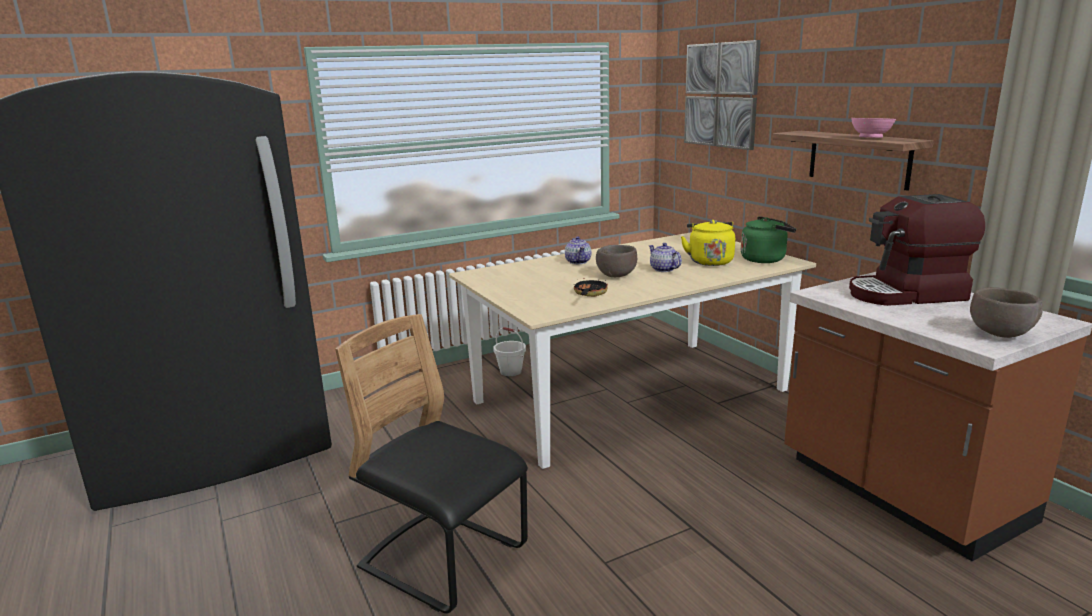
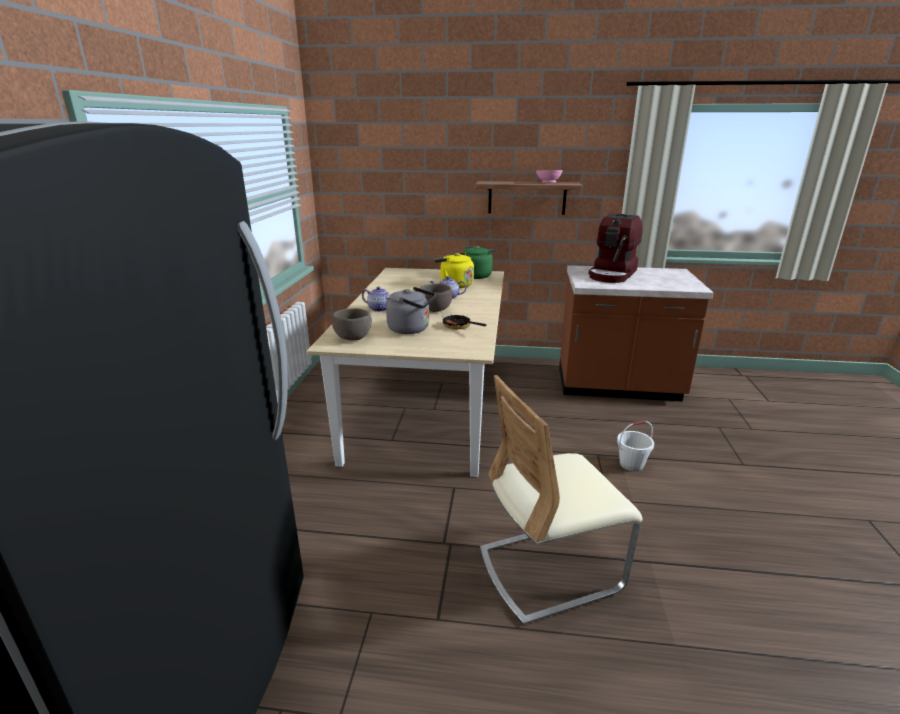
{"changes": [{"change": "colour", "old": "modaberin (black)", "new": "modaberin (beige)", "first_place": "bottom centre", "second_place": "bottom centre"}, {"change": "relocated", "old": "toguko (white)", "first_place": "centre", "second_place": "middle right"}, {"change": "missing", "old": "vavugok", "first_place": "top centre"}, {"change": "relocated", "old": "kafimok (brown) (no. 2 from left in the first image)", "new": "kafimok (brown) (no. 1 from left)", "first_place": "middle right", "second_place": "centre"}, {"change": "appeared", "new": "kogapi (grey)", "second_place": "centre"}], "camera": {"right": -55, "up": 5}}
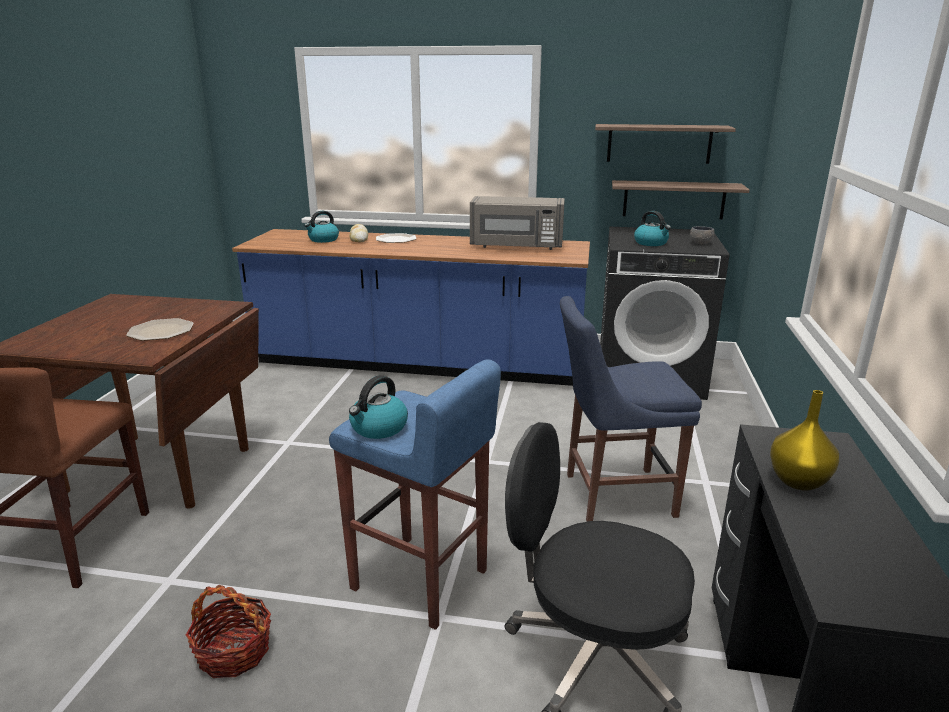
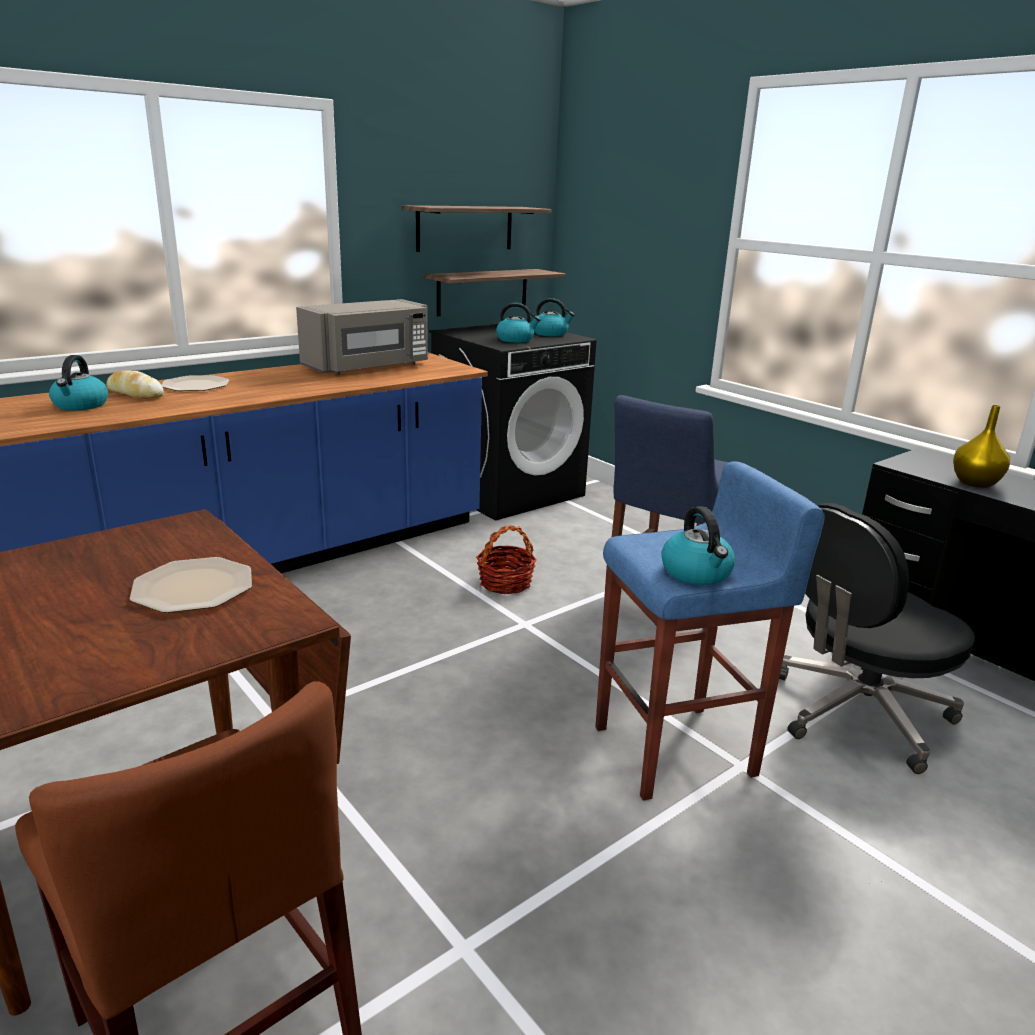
{"changes": [{"change": "relocated", "old": "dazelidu", "first_place": "bottom left", "second_place": "centre"}, {"change": "exchanged", "old": "kafimok (grey)", "new": "kogapi (no. 3 from left)", "first_place": "top right", "second_place": "top centre"}], "camera": {"right": -50, "up": 0}}
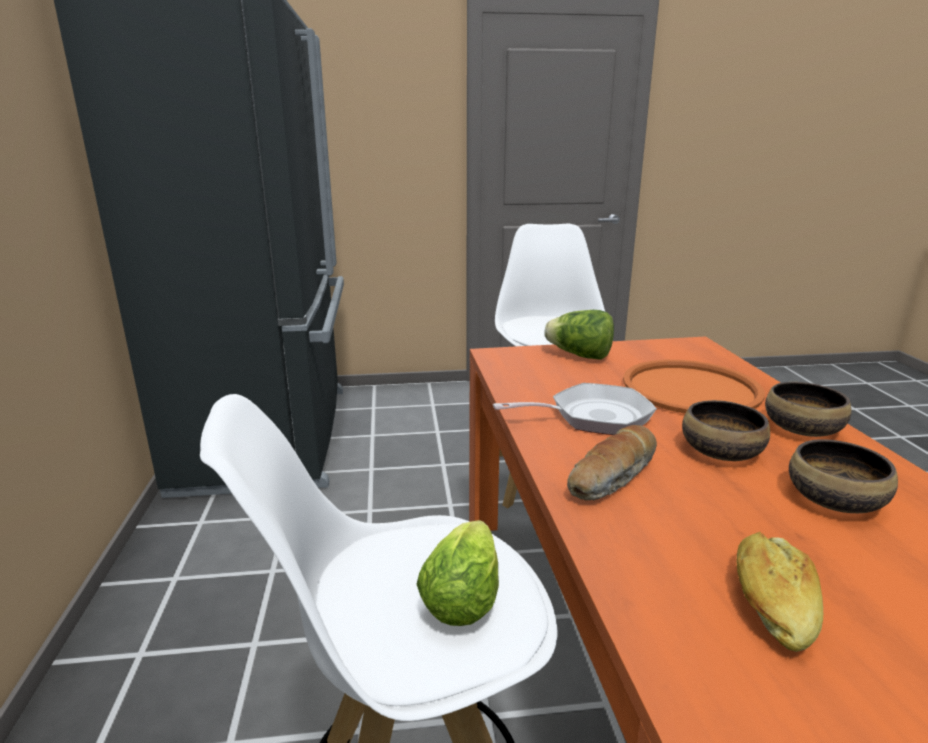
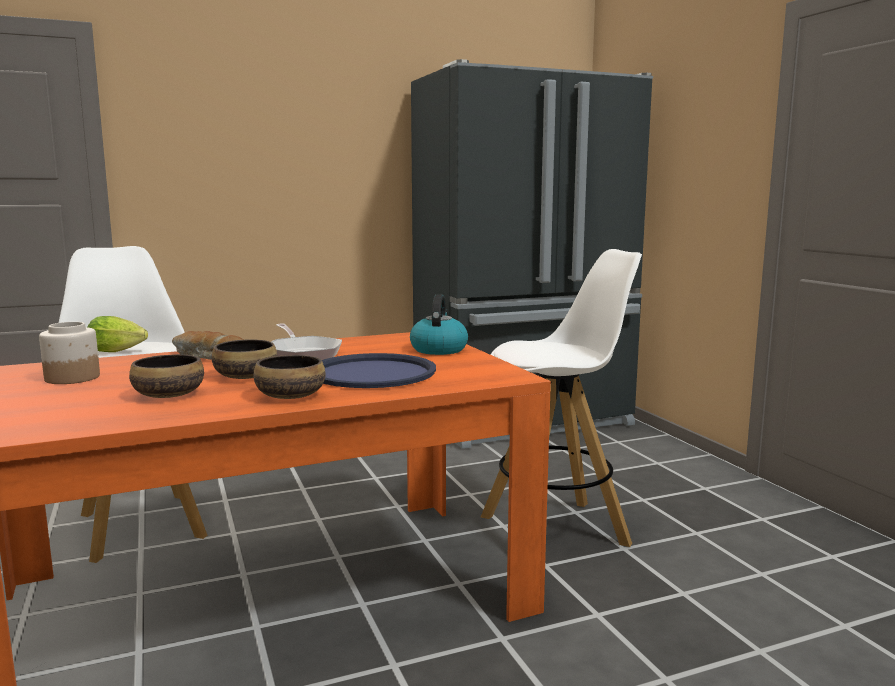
{"changes": [{"change": "exchanged", "old": "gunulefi (no. 2 from left)", "new": "kogapi", "first_place": "centre", "second_place": "centre"}, {"change": "colour", "old": "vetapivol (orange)", "new": "vetapivol (blue)", "first_place": "middle right", "second_place": "centre"}, {"change": "exchanged", "old": "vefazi (no. 2 from left)", "new": "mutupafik", "first_place": "bottom right", "second_place": "middle left"}], "camera": {"right": 75, "up": -10}}
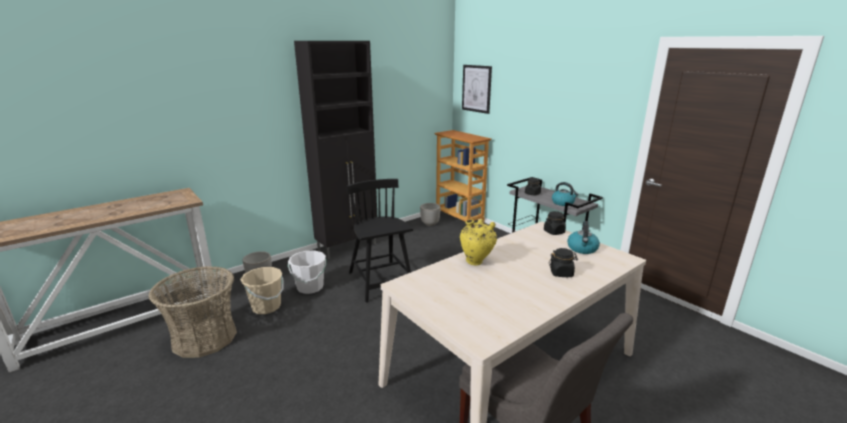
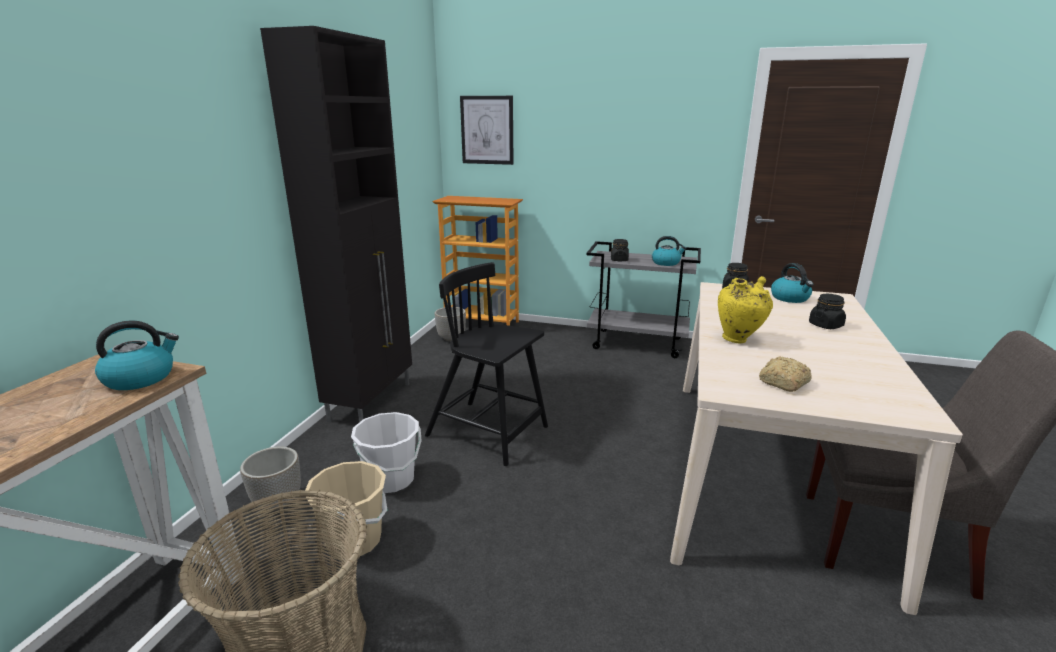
{"changes": [{"change": "appeared", "new": "kogapi (no. 1 from left)", "second_place": "middle left"}, {"change": "appeared", "new": "vefazi", "second_place": "middle right"}], "camera": {"right": -35, "up": 0}}
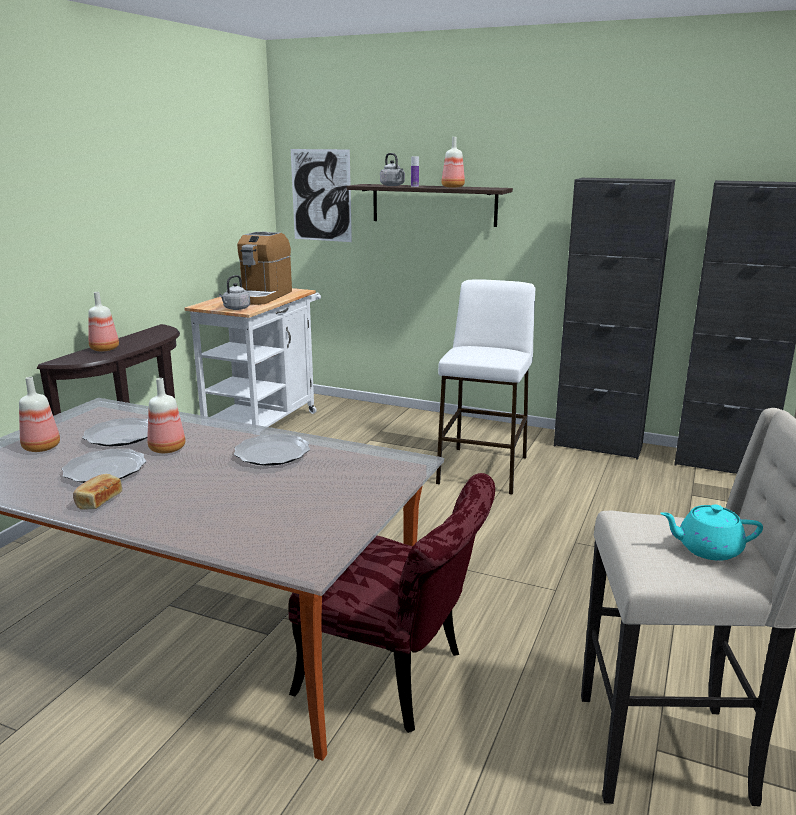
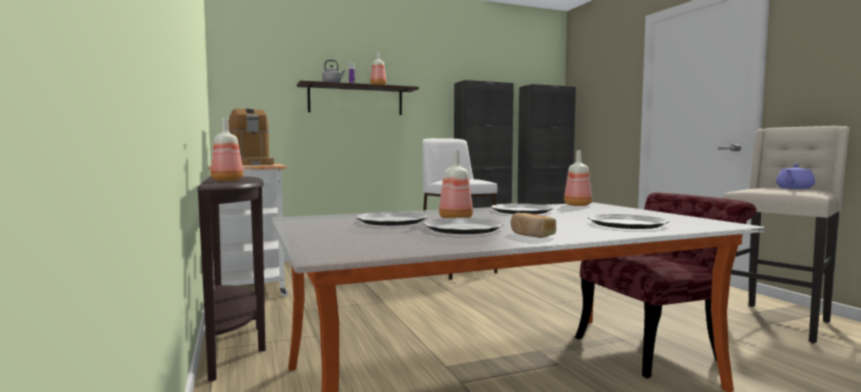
{"changes": [{"change": "relocated", "old": "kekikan (no. 1 from left in the first image)", "new": "kekikan (no. 5 from left)", "first_place": "middle left", "second_place": "middle right"}, {"change": "missing", "old": "kogapi (grey) (no. 1 from left)", "first_place": "middle left"}, {"change": "missing", "old": "vavugok", "first_place": "top centre"}, {"change": "colour", "old": "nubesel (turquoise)", "new": "nubesel (purple)", "first_place": "middle right", "second_place": "middle right"}, {"change": "appeared", "new": "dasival (no. 4 from left)", "second_place": "middle right"}], "camera": {"right": -45, "up": -15}}
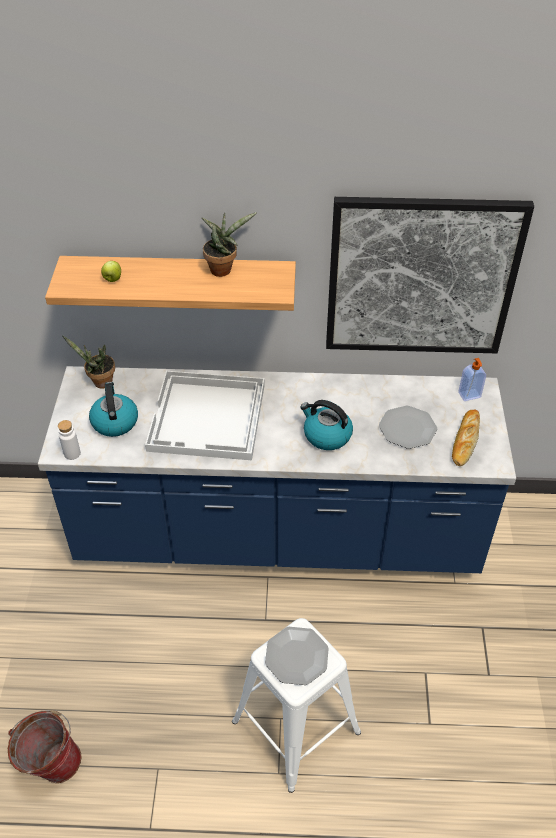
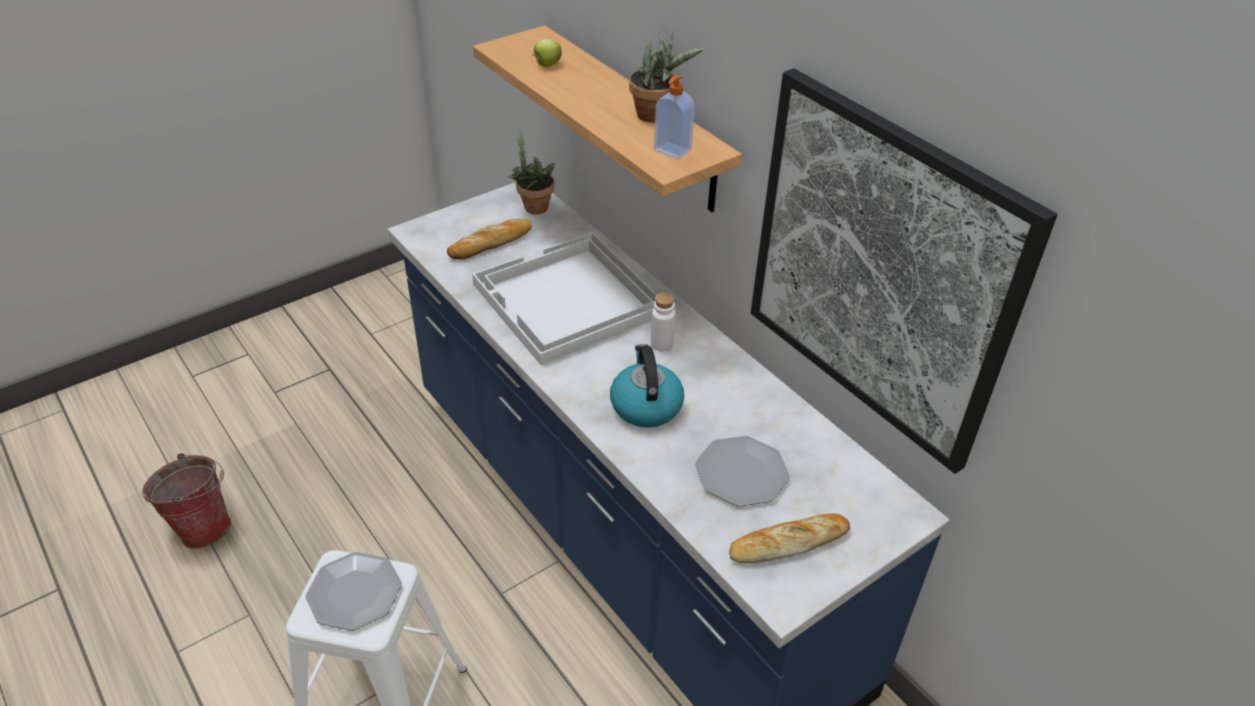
{"changes": [{"change": "relocated", "old": "kekikan (white)", "first_place": "middle left", "second_place": "centre"}, {"change": "exchanged", "old": "kogapi (no. 1 from left)", "new": "vefazi (no. 1 from left)", "first_place": "middle left", "second_place": "centre"}, {"change": "relocated", "old": "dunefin", "first_place": "middle right", "second_place": "top centre"}], "camera": {"right": 50, "up": -5}}
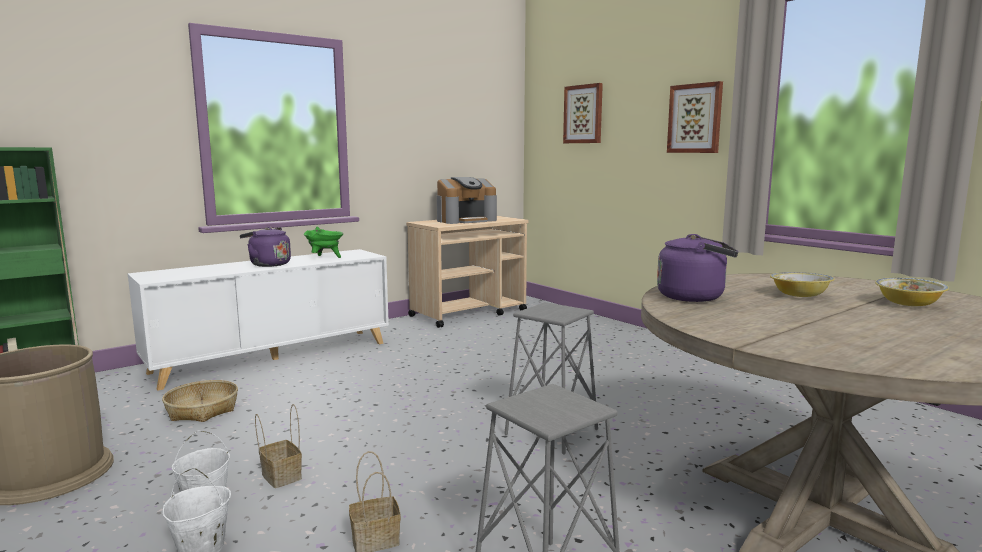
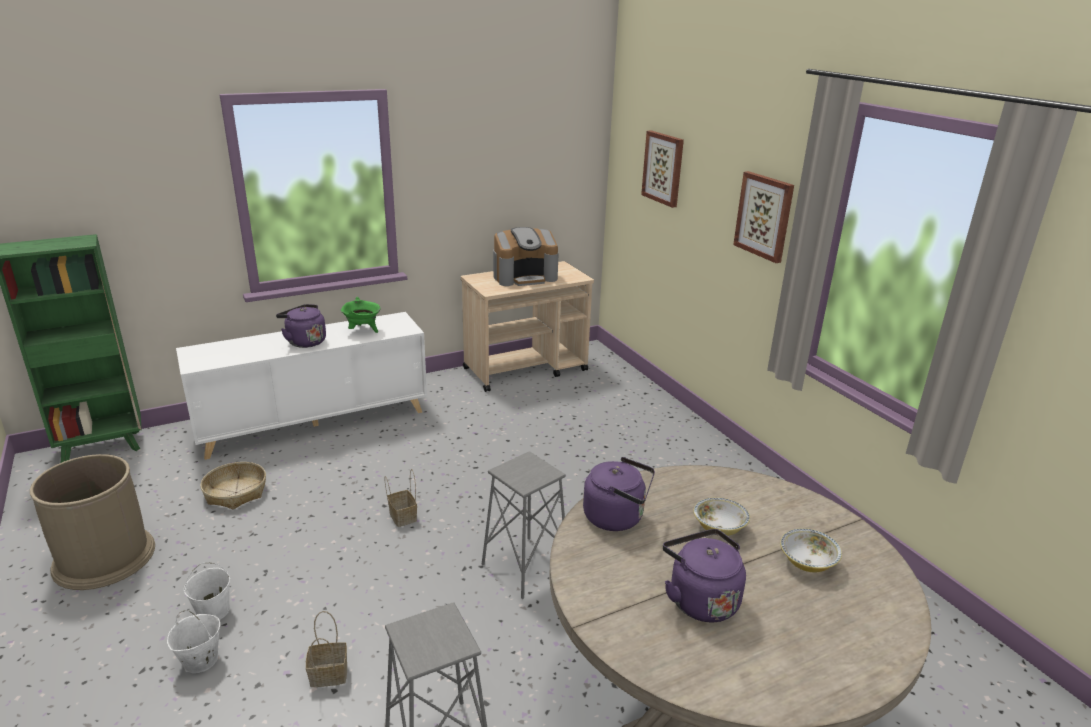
{"changes": [{"change": "relocated", "old": "dazelidu (no. 2 from left in the first image)", "new": "dazelidu (no. 3 from left)", "first_place": "bottom left", "second_place": "bottom centre"}, {"change": "appeared", "new": "kogapi (purple) (no. 3 from left)", "second_place": "bottom centre"}], "camera": {"right": 10, "up": 15}}
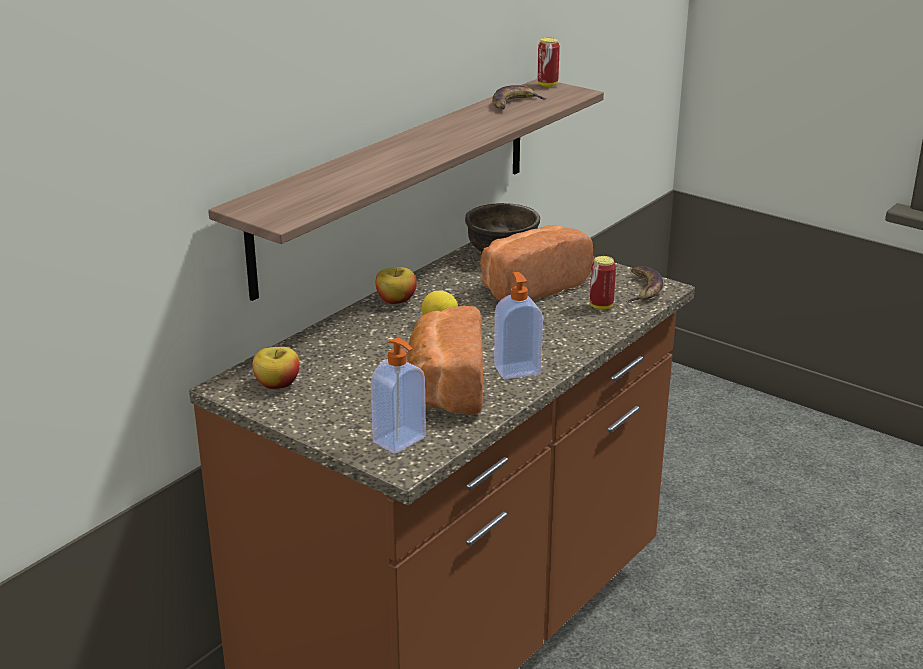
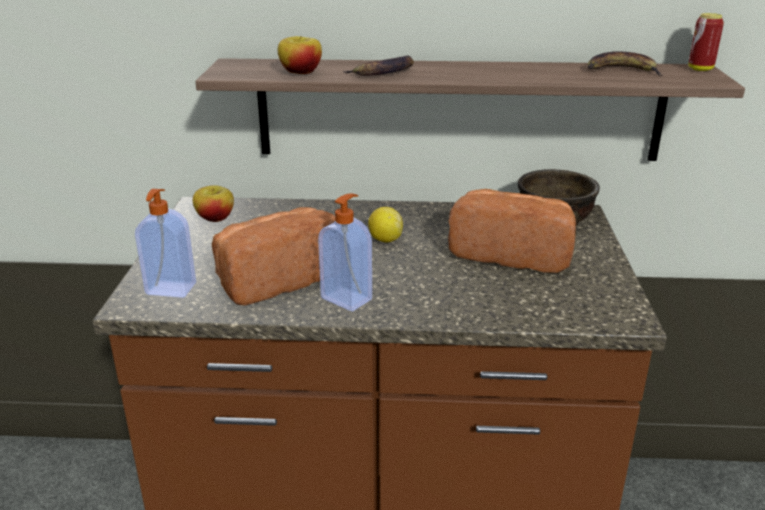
{"changes": [{"change": "relocated", "old": "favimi (no. 2 from left)", "first_place": "centre", "second_place": "top centre"}, {"change": "missing", "old": "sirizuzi (no. 2 from left)", "first_place": "centre"}, {"change": "relocated", "old": "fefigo (no. 2 from left in the first image)", "new": "fefigo (no. 1 from left)", "first_place": "middle right", "second_place": "top centre"}], "camera": {"right": 55, "up": 0}}
